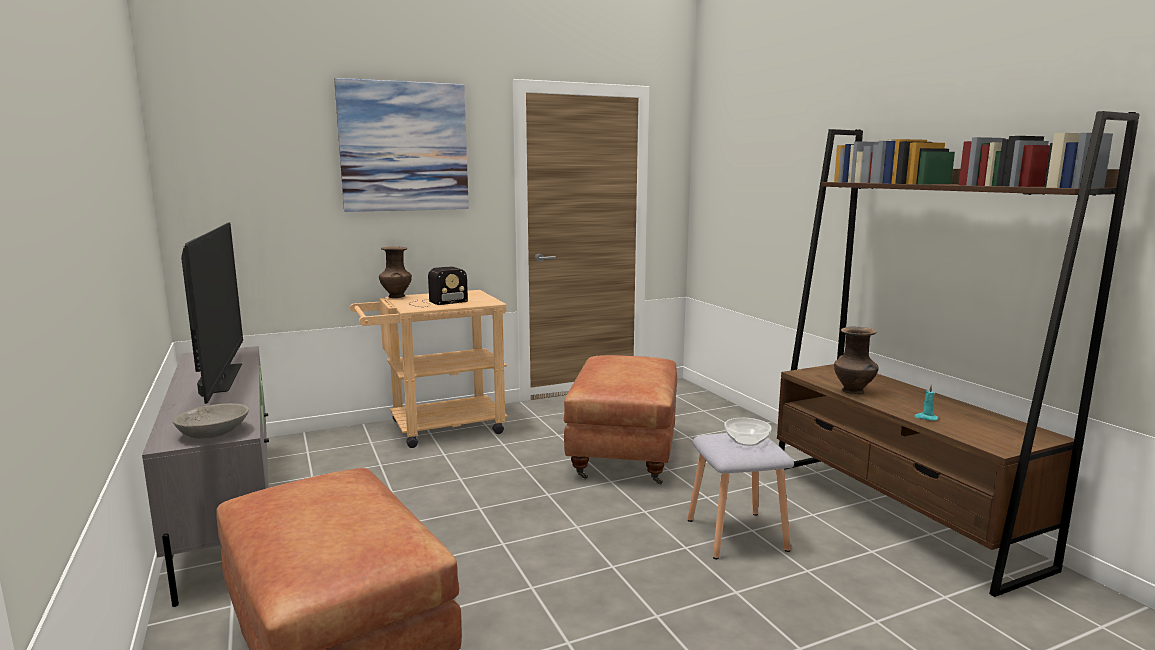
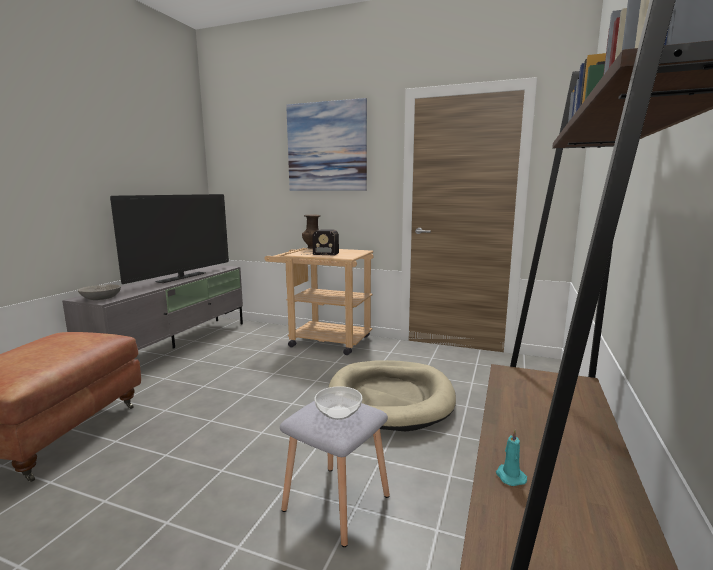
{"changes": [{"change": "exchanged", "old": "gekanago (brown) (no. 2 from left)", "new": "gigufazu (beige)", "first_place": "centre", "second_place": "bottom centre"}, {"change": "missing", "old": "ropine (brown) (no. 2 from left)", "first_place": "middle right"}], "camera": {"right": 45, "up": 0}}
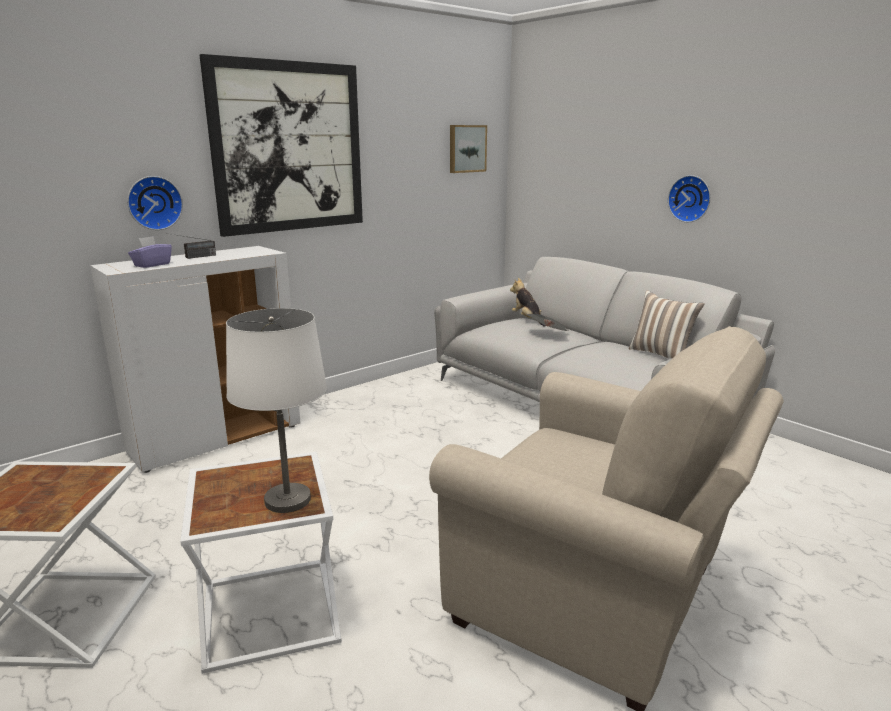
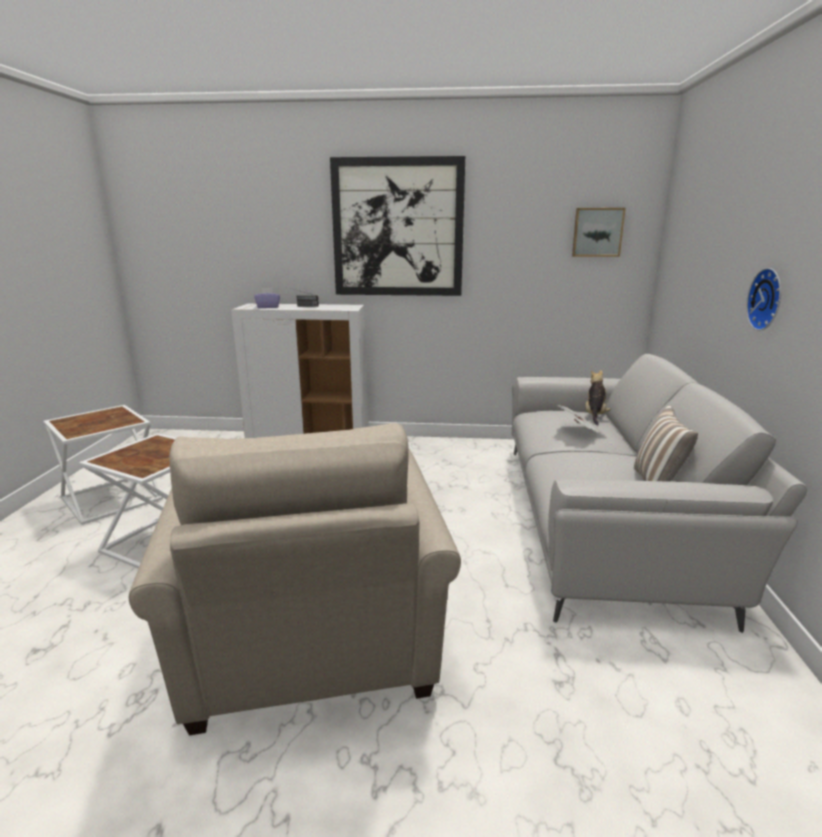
{"changes": [{"change": "missing", "old": "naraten (no. 1 from left)", "first_place": "top left"}, {"change": "missing", "old": "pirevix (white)", "first_place": "middle left"}], "camera": {"right": 45, "up": 0}}
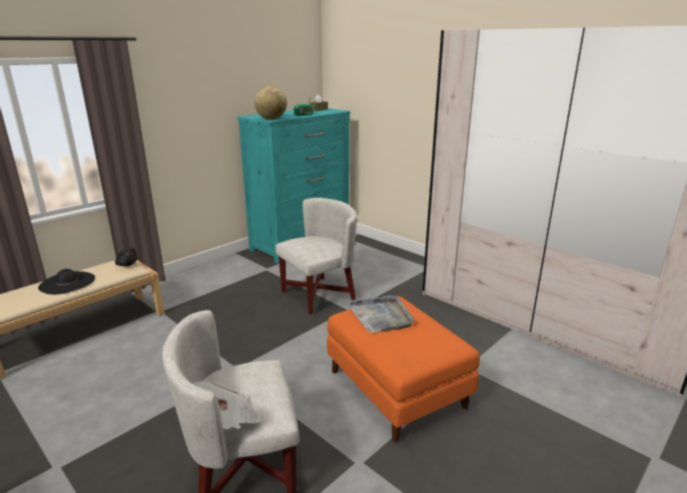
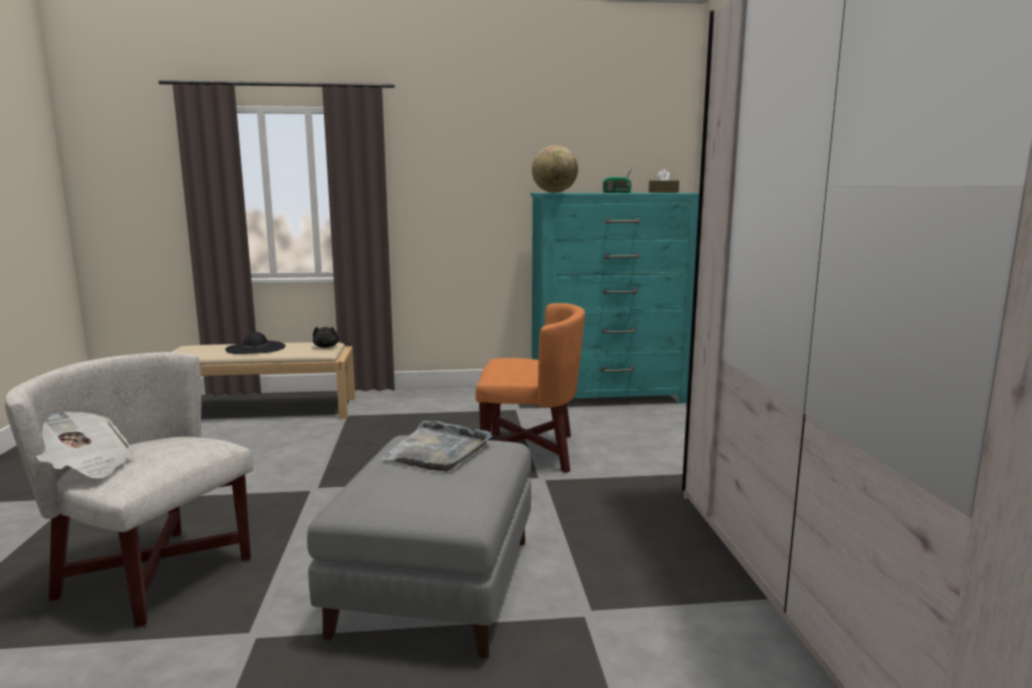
{"changes": [{"change": "colour", "old": "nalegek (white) (no. 2 from left)", "new": "nalegek (orange)", "first_place": "centre", "second_place": "centre"}, {"change": "colour", "old": "gekanago (orange)", "new": "gekanago (grey)", "first_place": "bottom centre", "second_place": "bottom centre"}], "camera": {"right": 40, "up": -10}}
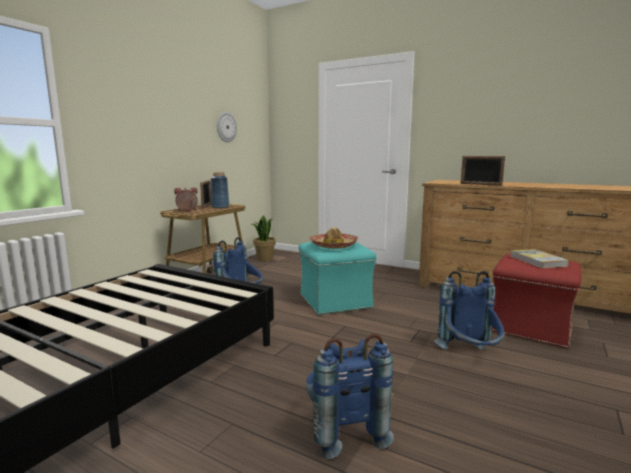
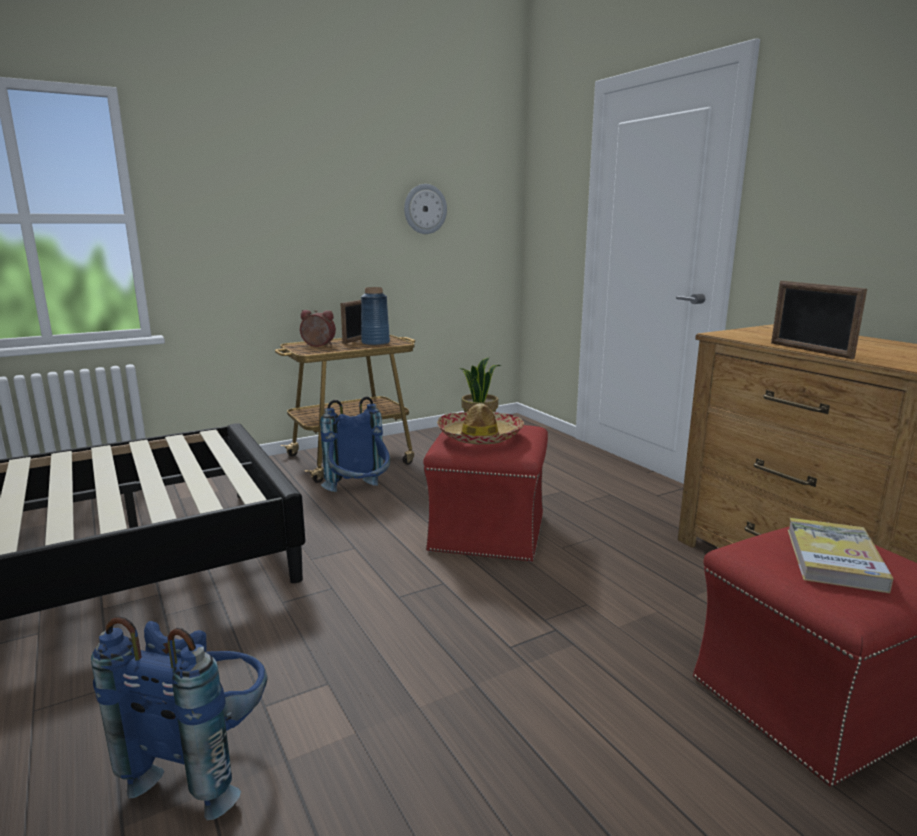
{"changes": [{"change": "colour", "old": "gekanago (turquoise)", "new": "gekanago (red) (no. 1 from left)", "first_place": "centre", "second_place": "centre"}, {"change": "missing", "old": "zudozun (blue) (no. 3 from left)", "first_place": "middle right"}], "camera": {"right": 30, "up": 5}}
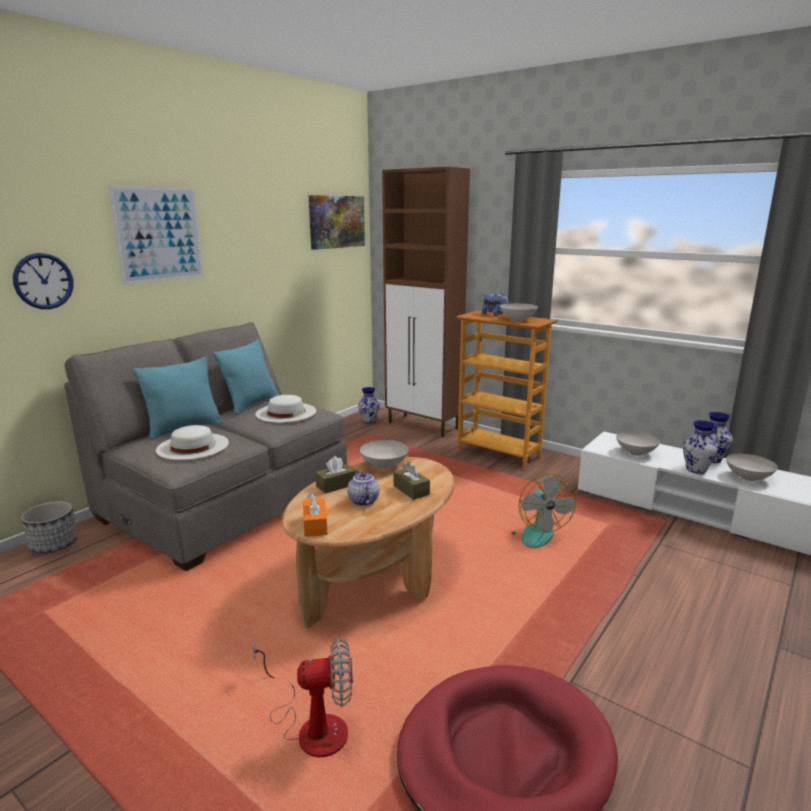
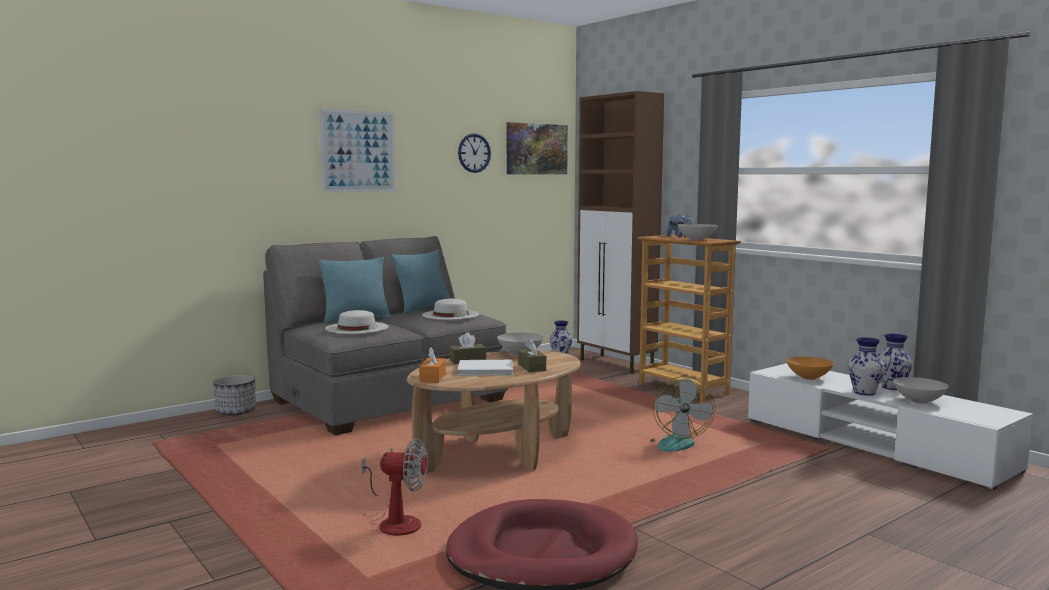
{"changes": [{"change": "relocated", "old": "naraten", "first_place": "middle left", "second_place": "top centre"}, {"change": "exchanged", "old": "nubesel", "new": "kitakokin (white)", "first_place": "centre", "second_place": "centre"}, {"change": "colour", "old": "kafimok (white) (no. 3 from left)", "new": "kafimok (orange)", "first_place": "middle right", "second_place": "middle right"}], "camera": {"right": 15, "up": -10}}
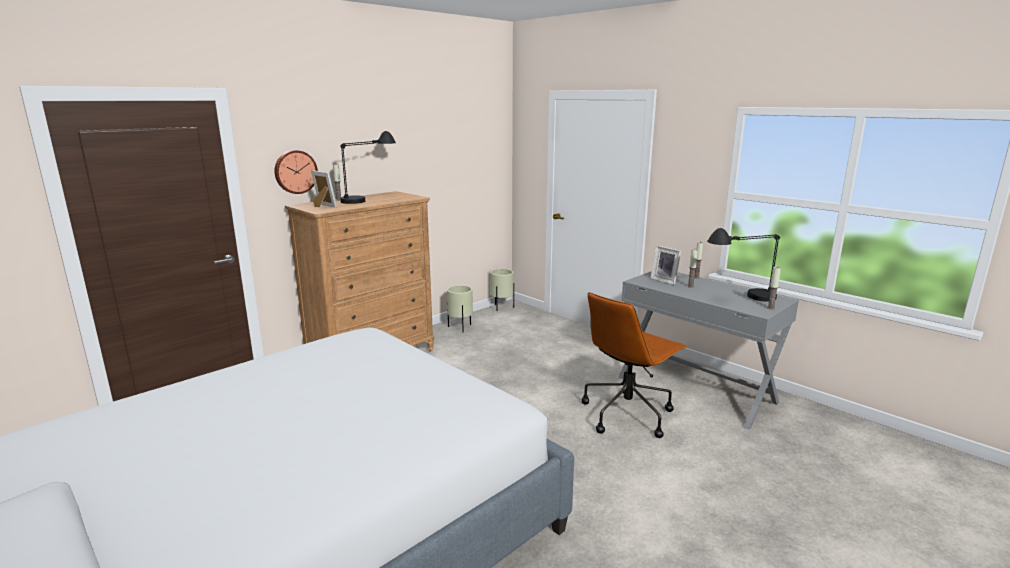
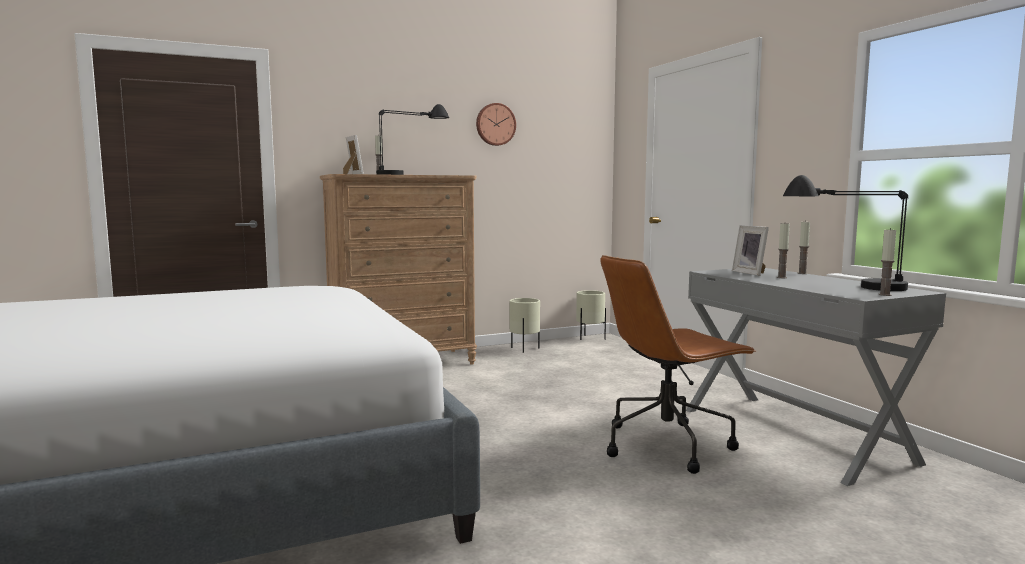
{"changes": [{"change": "relocated", "old": "naraten", "first_place": "top left", "second_place": "top centre"}], "camera": {"right": 20, "up": -10}}
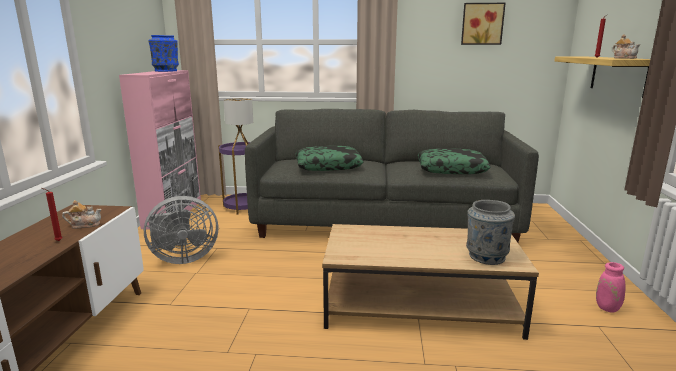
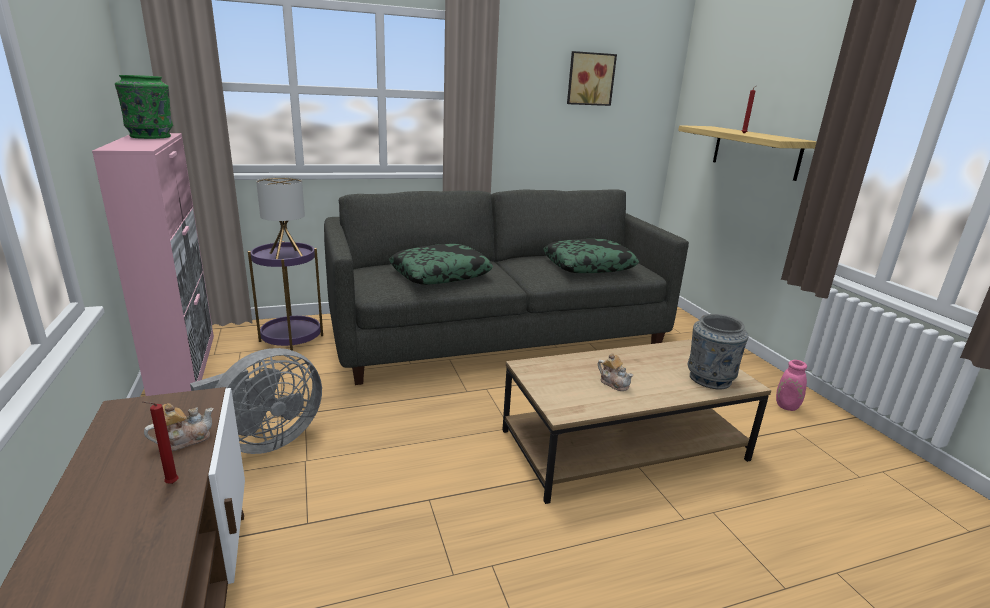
{"changes": [{"change": "colour", "old": "ropine (blue)", "new": "ropine (green)", "first_place": "top left", "second_place": "top left"}, {"change": "relocated", "old": "nubesel (no. 2 from left)", "first_place": "top right", "second_place": "centre"}], "camera": {"right": -25, "up": 5}}
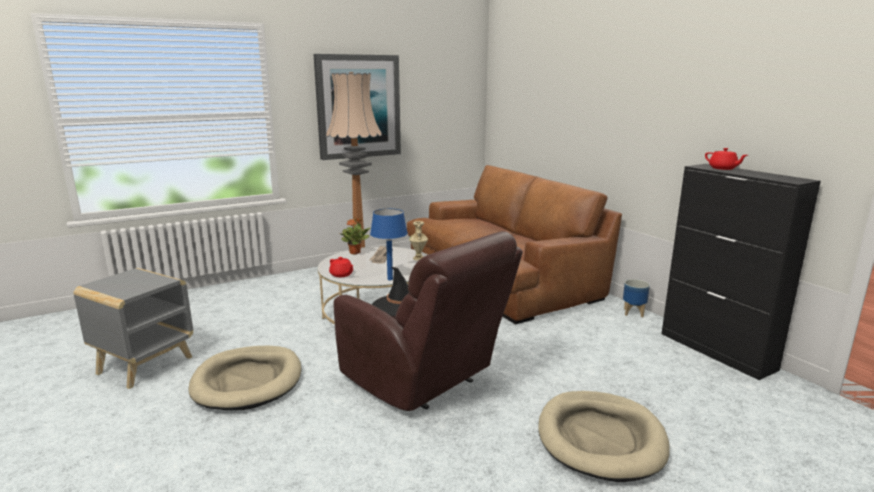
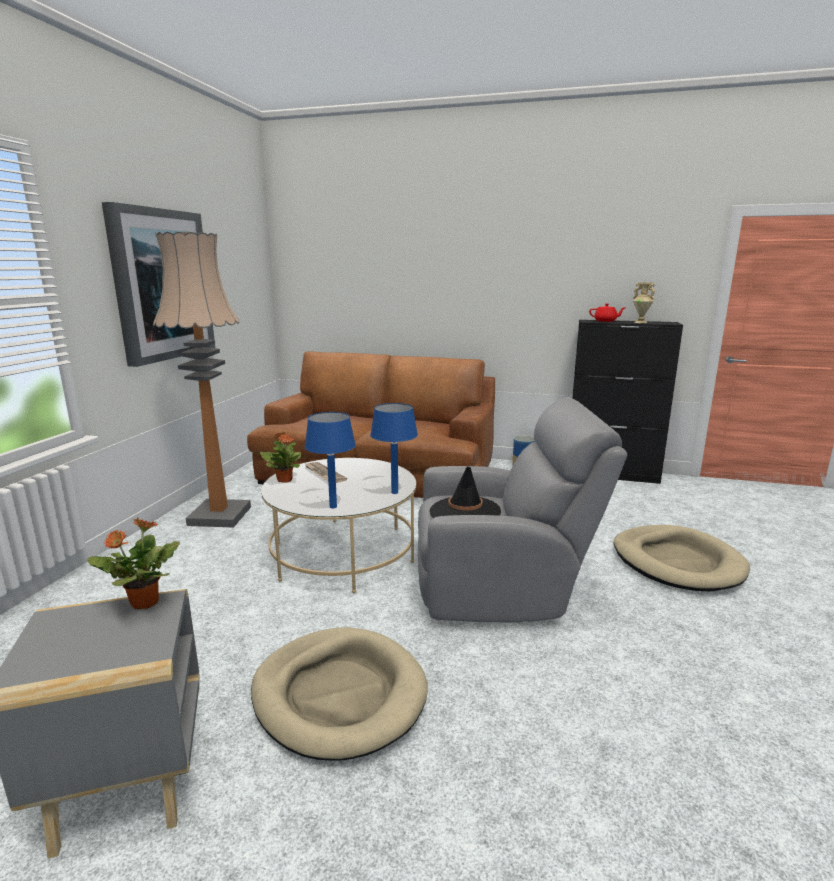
{"changes": [{"change": "exchanged", "old": "nubesel (red) (no. 1 from left)", "new": "pirevix (blue) (no. 1 from left)", "first_place": "centre", "second_place": "centre"}, {"change": "colour", "old": "nalegek (brown)", "new": "nalegek (grey)", "first_place": "centre", "second_place": "centre"}, {"change": "relocated", "old": "ropine (beige)", "first_place": "centre", "second_place": "middle right"}, {"change": "appeared", "new": "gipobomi (no. 1 from left)", "second_place": "middle left"}], "camera": {"right": -45, "up": 0}}
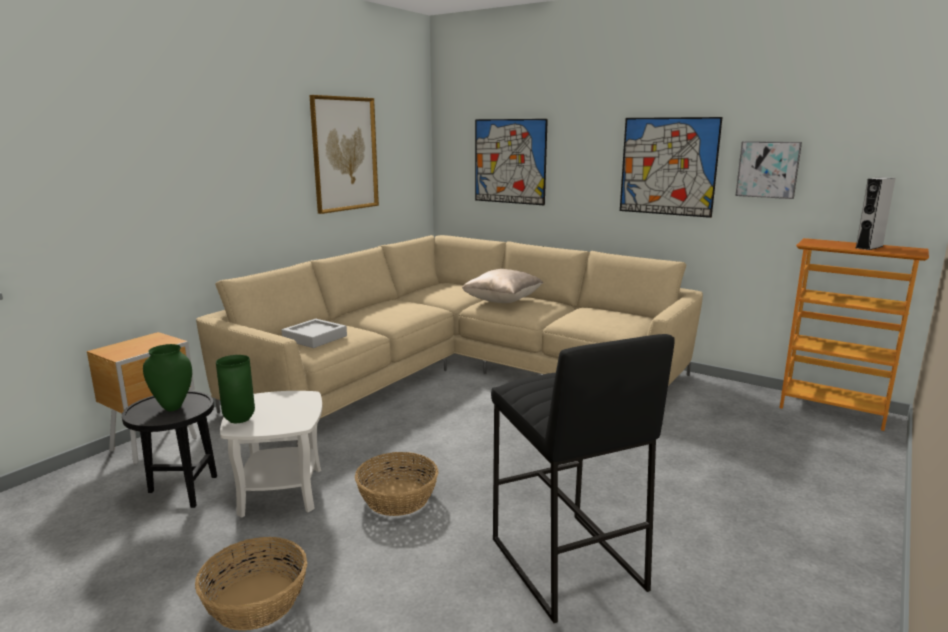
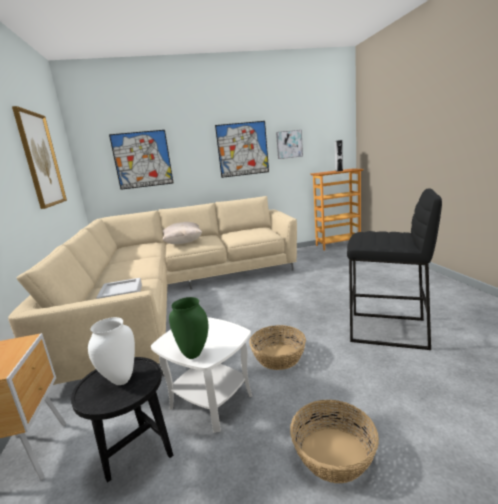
{"changes": [{"change": "colour", "old": "ropine (green) (no. 1 from left)", "new": "ropine (white)", "first_place": "middle left", "second_place": "bottom left"}], "camera": {"right": -45, "up": 0}}
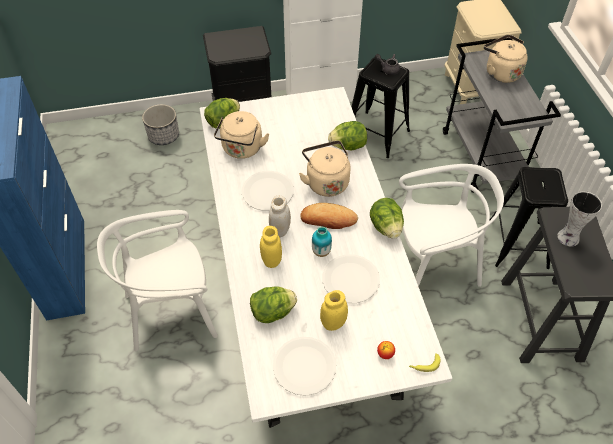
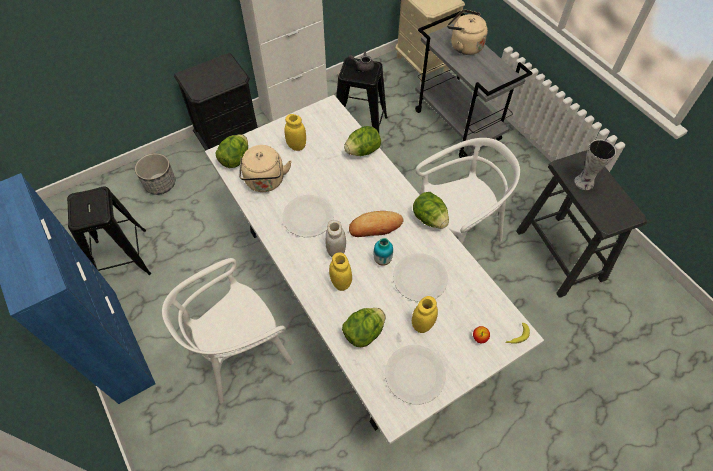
{"changes": [{"change": "missing", "old": "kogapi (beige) (no. 2 from left)", "first_place": "centre"}, {"change": "relocated", "old": "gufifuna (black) (no. 2 from left in the first image)", "new": "gufifuna (black) (no. 1 from left)", "first_place": "middle right", "second_place": "middle left"}, {"change": "appeared", "new": "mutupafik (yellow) (no. 1 from left)", "second_place": "top centre"}], "camera": {"right": -20, "up": 5}}
